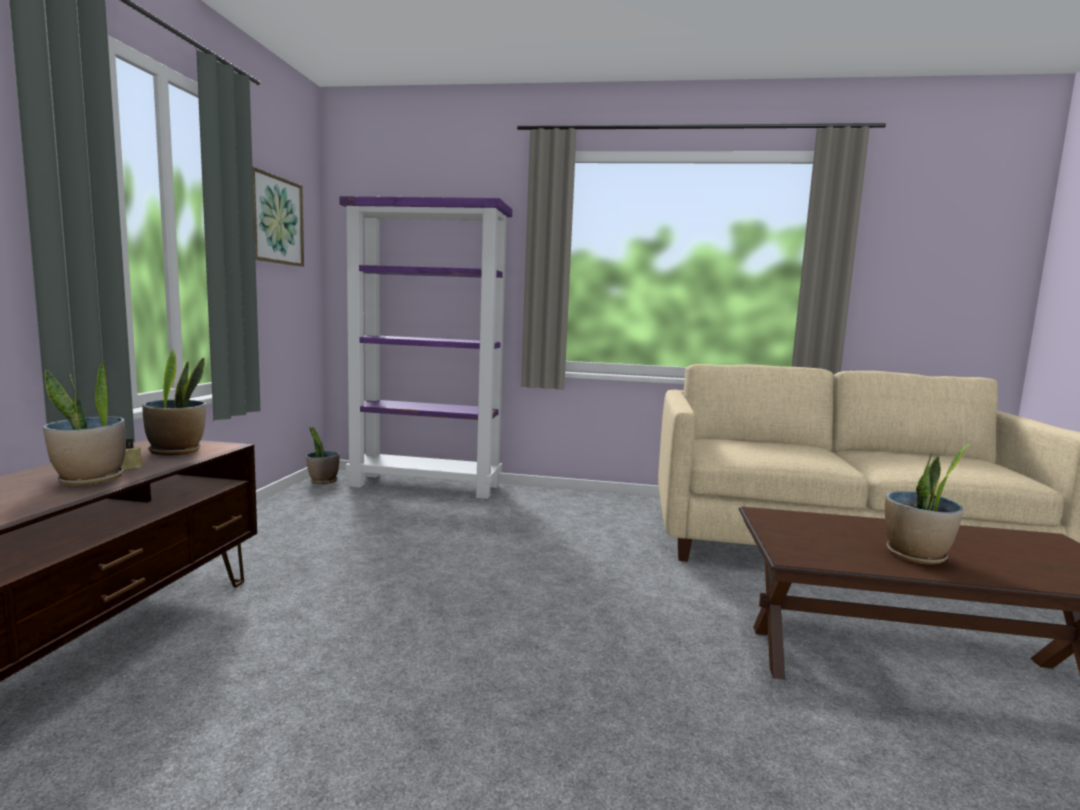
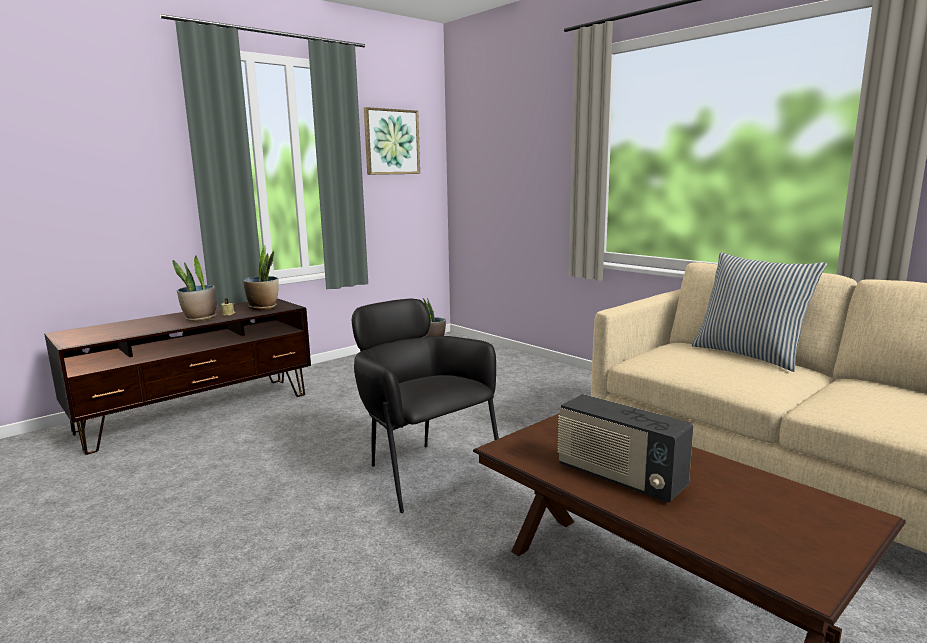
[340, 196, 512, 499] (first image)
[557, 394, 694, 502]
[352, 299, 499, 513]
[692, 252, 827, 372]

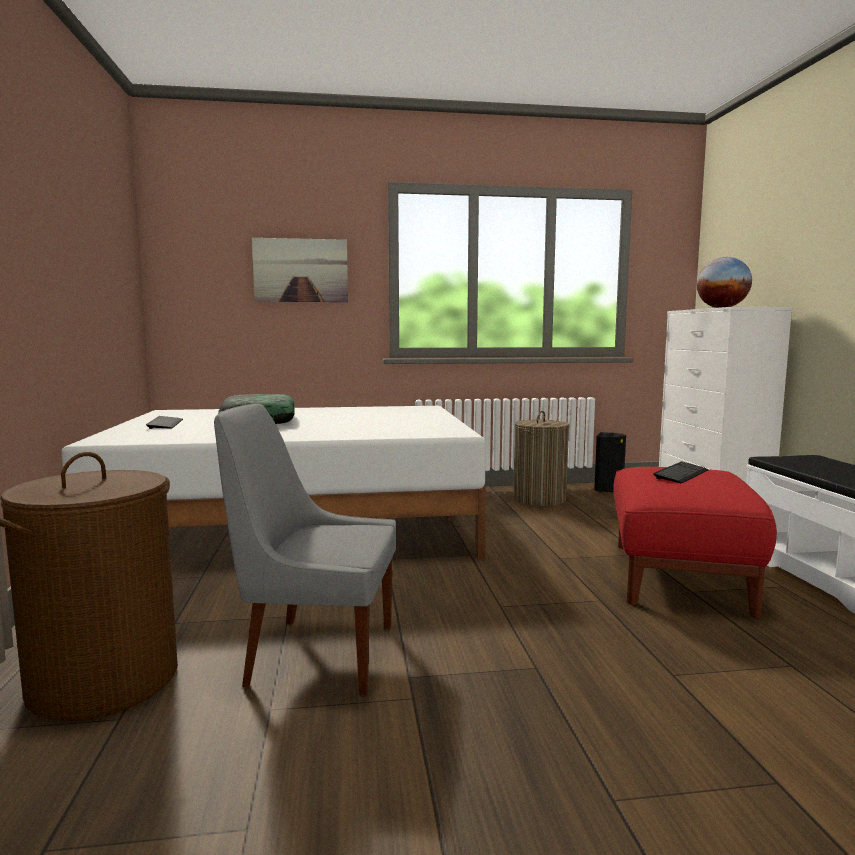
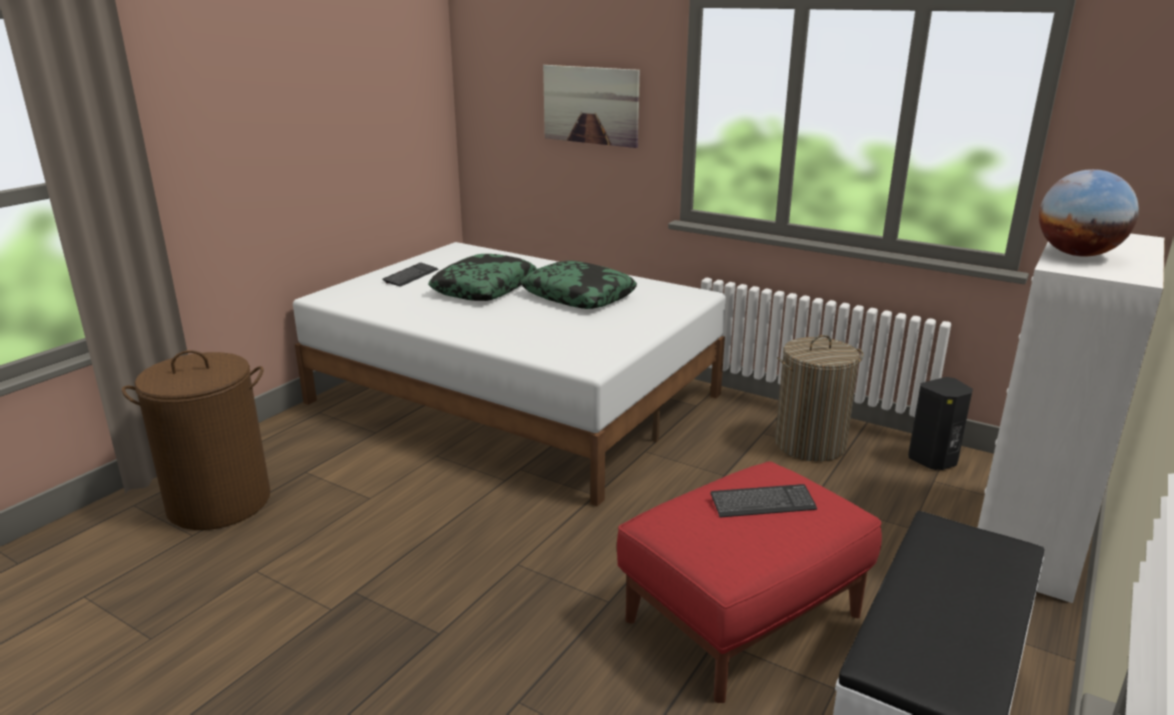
[214, 403, 396, 696] (first image)
[521, 261, 637, 309]

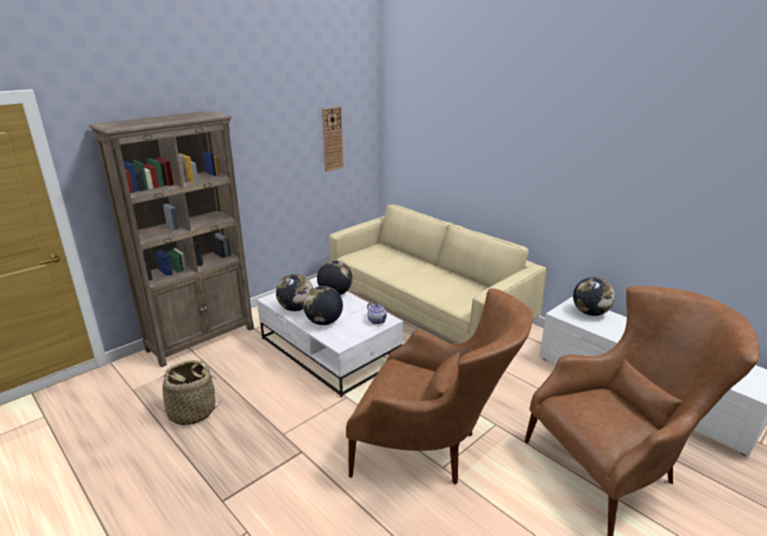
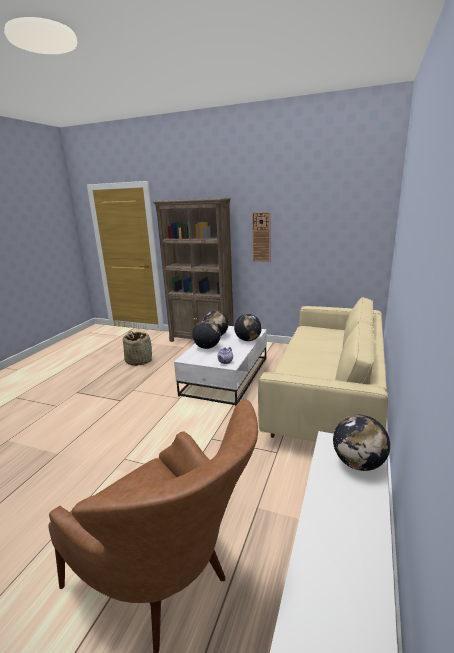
[252, 212, 270, 262]
[346, 288, 533, 485] (first image)

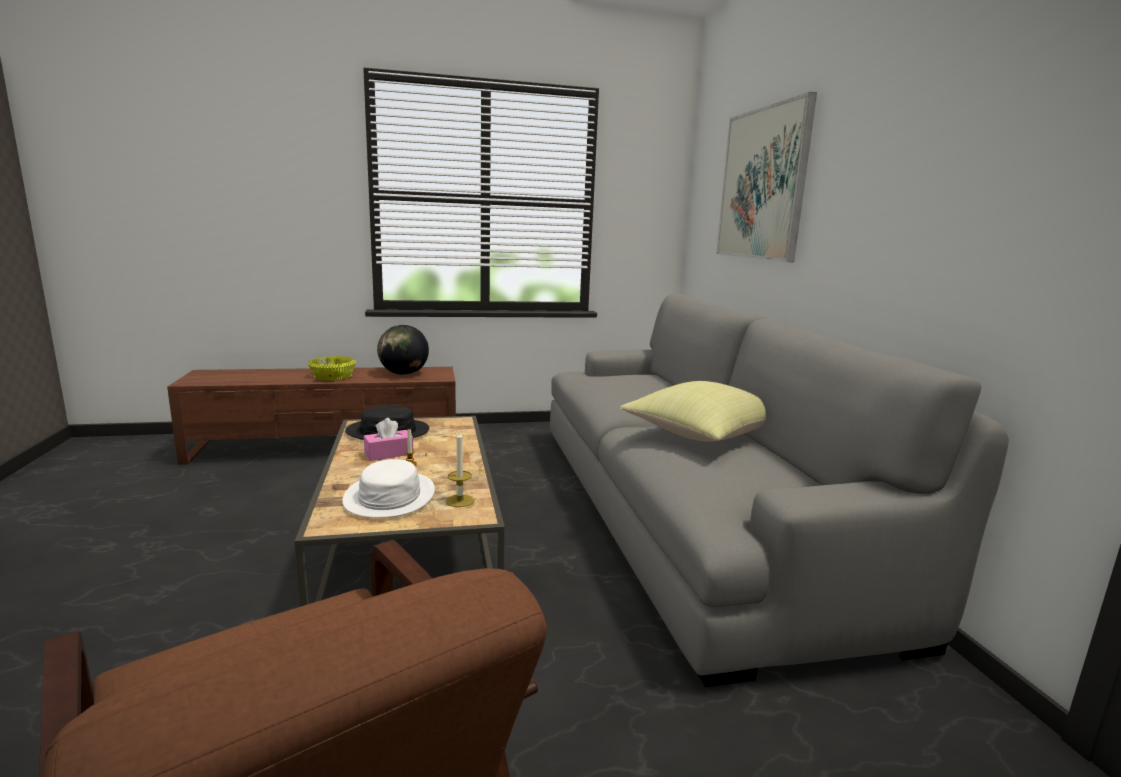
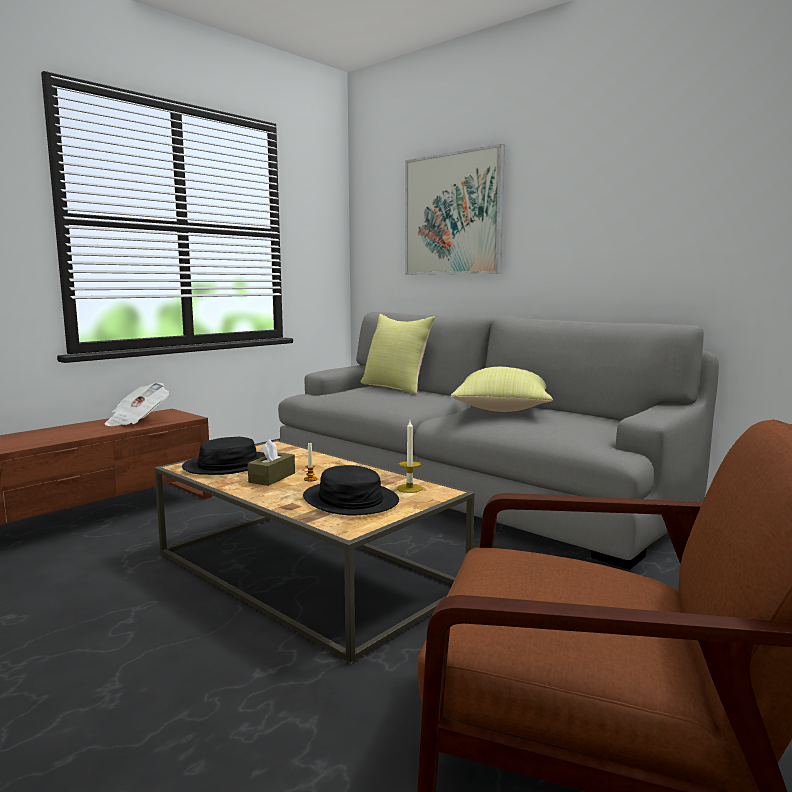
[308, 356, 356, 381] (first image)
[303, 465, 399, 516]
[248, 439, 295, 486]
[104, 383, 169, 426]
[361, 314, 435, 394]

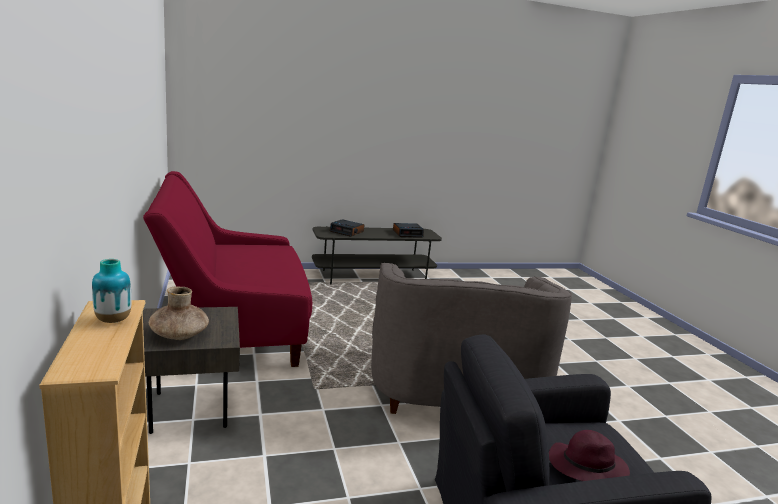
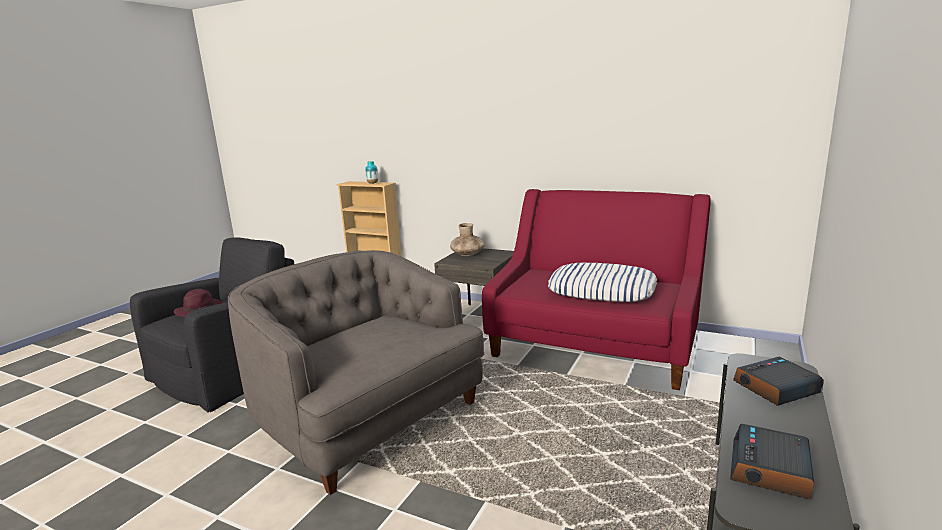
[548, 263, 657, 302]

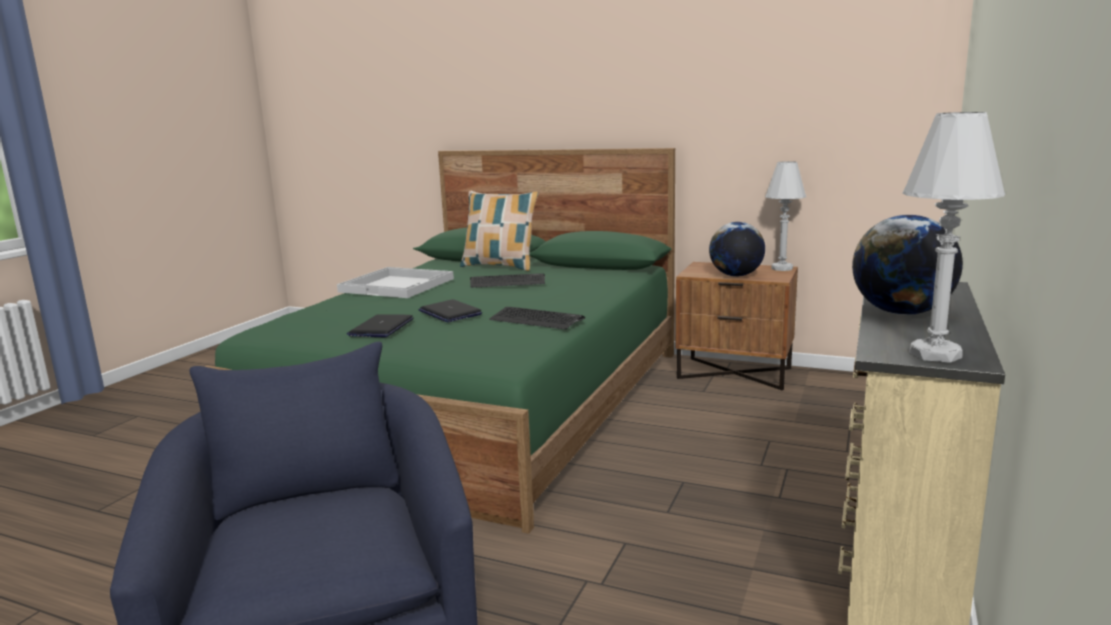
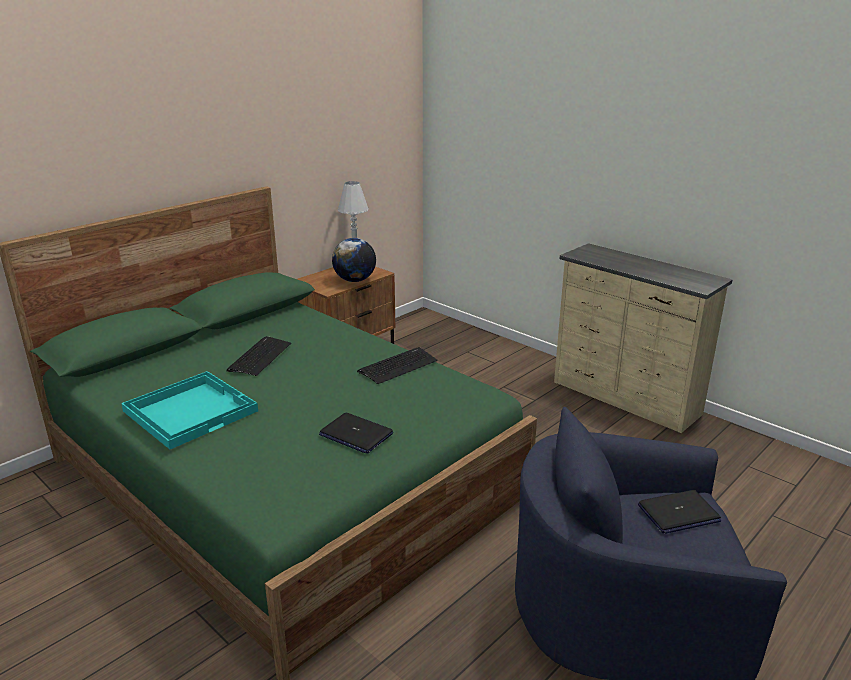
[121, 371, 258, 449]
[638, 490, 721, 534]
[460, 191, 539, 271] (first image)
[852, 215, 963, 315] (first image)
[902, 112, 1005, 363] (first image)

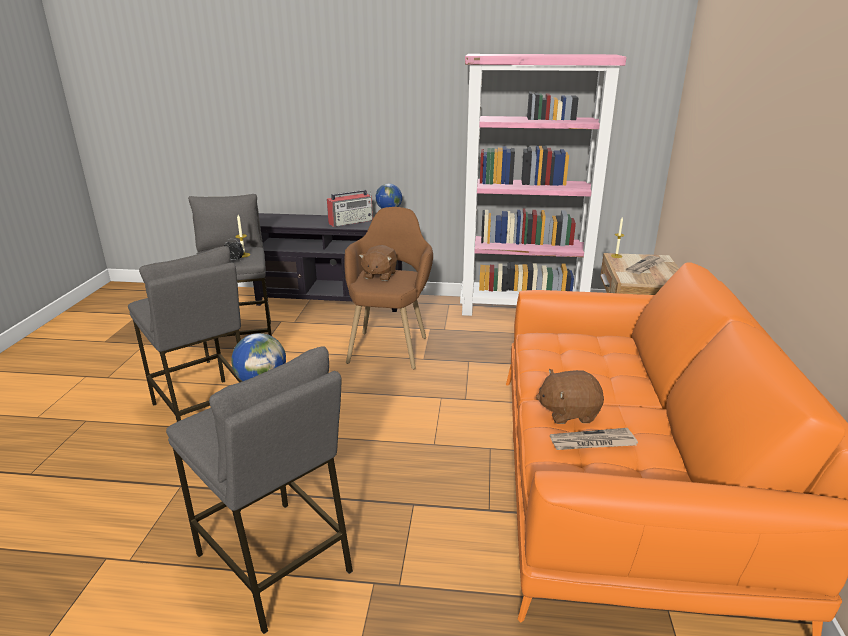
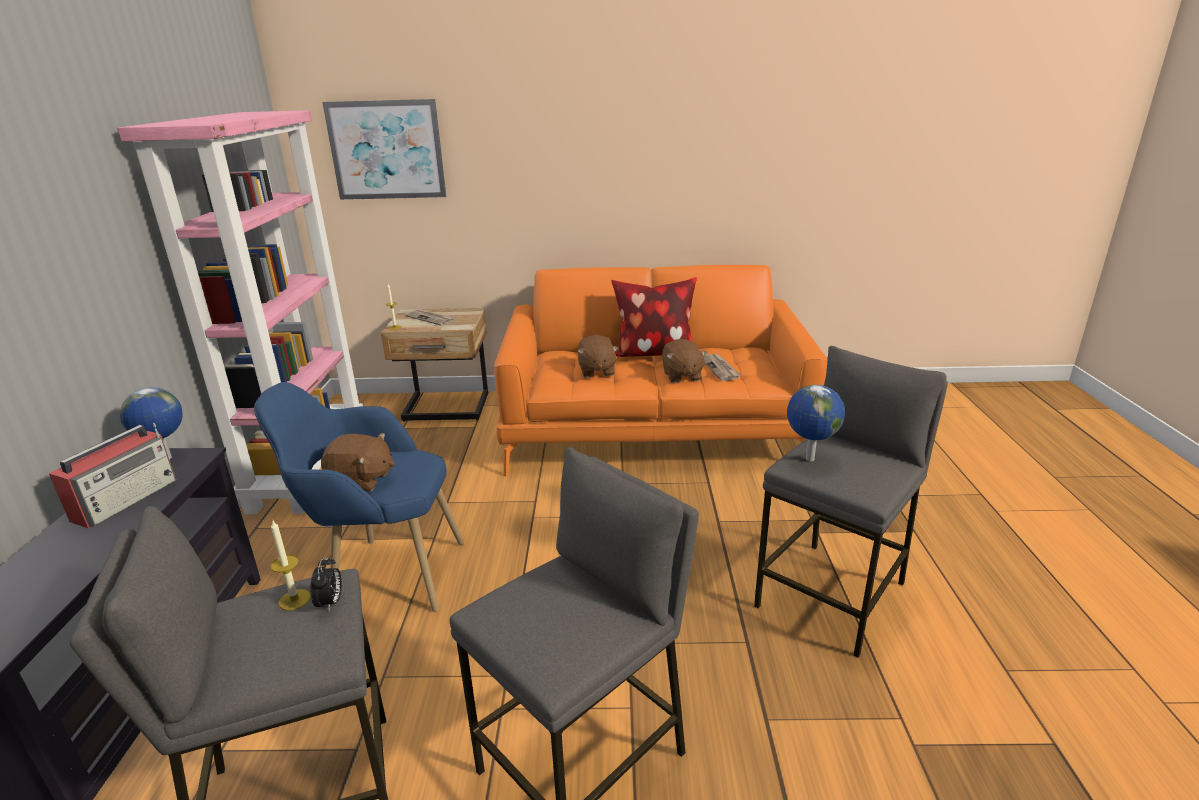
[49, 423, 176, 528]
[254, 382, 464, 612]
[322, 99, 446, 200]
[577, 335, 619, 378]
[611, 277, 697, 357]

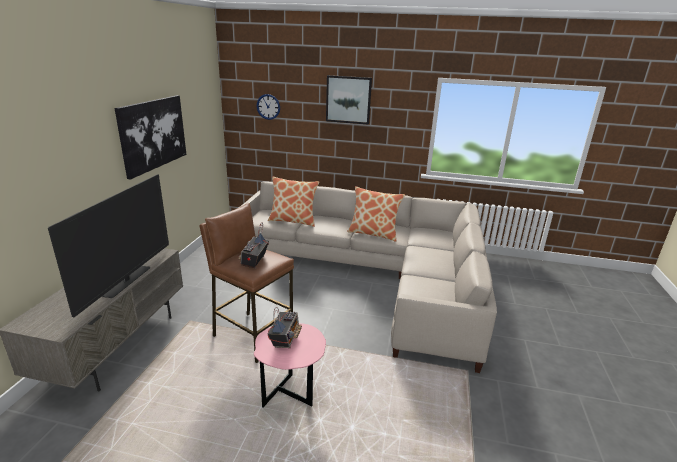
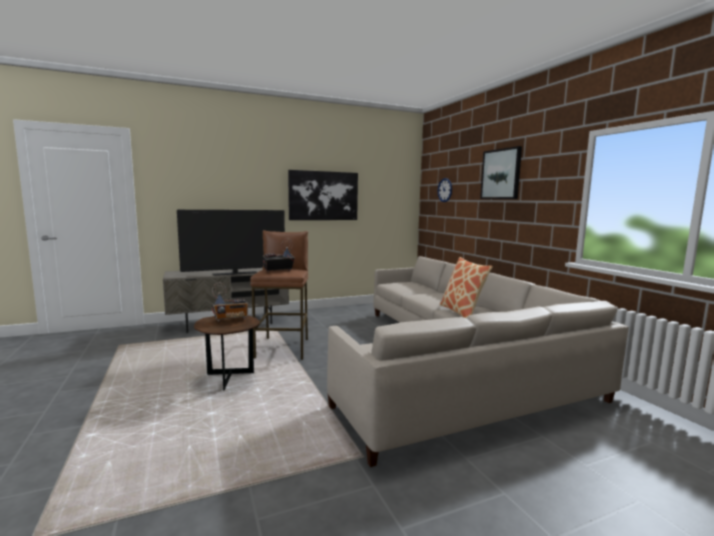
[194, 315, 259, 390]
[268, 177, 319, 227] (first image)

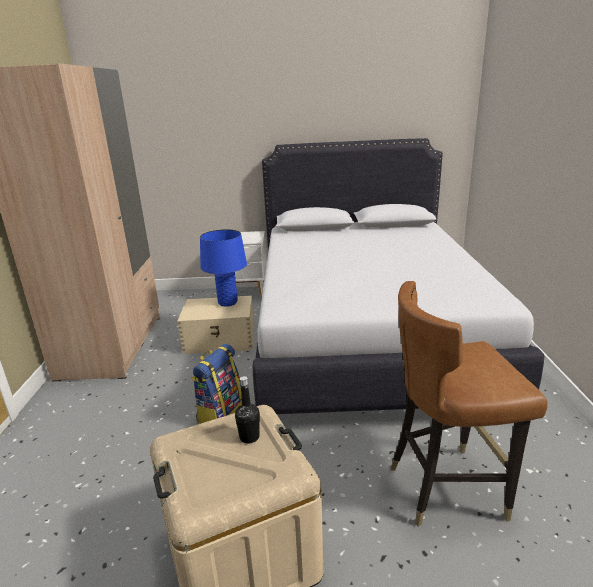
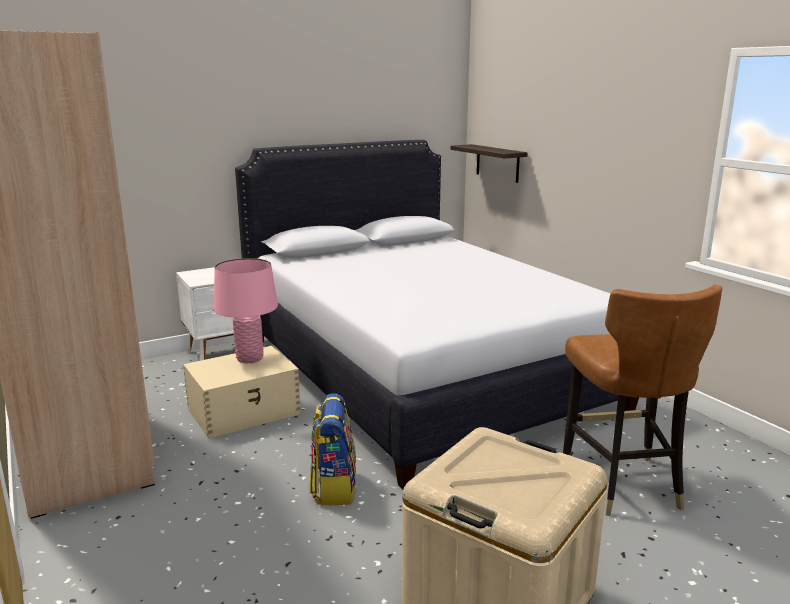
[214, 258, 278, 363]
[235, 376, 260, 443] (first image)
[563, 284, 723, 516]
[451, 144, 528, 183]

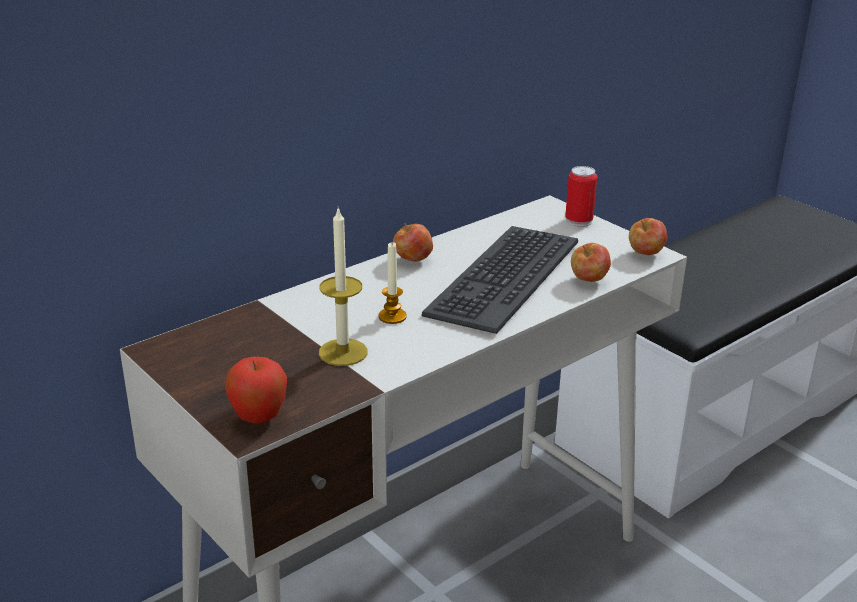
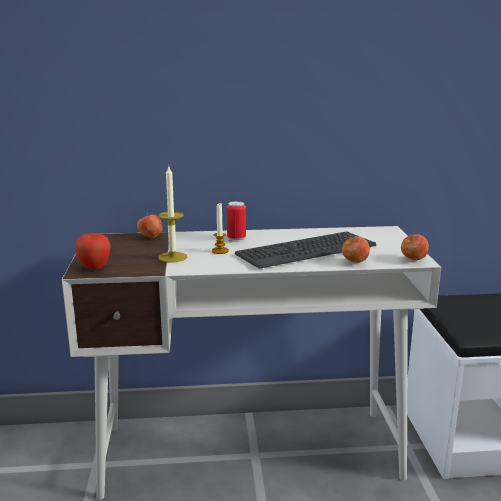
[137, 213, 163, 238]
[227, 201, 246, 242]

